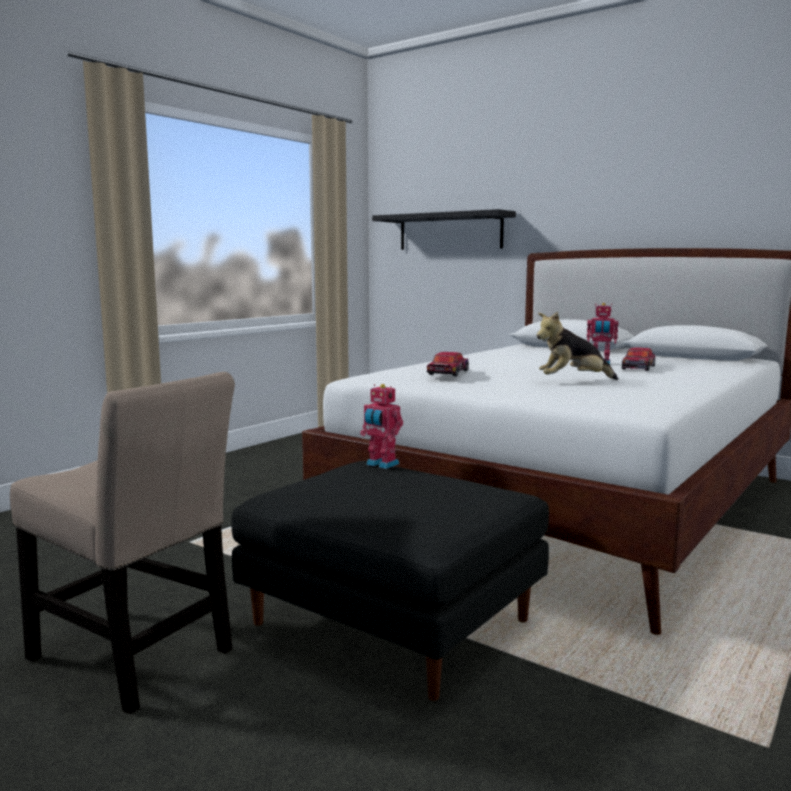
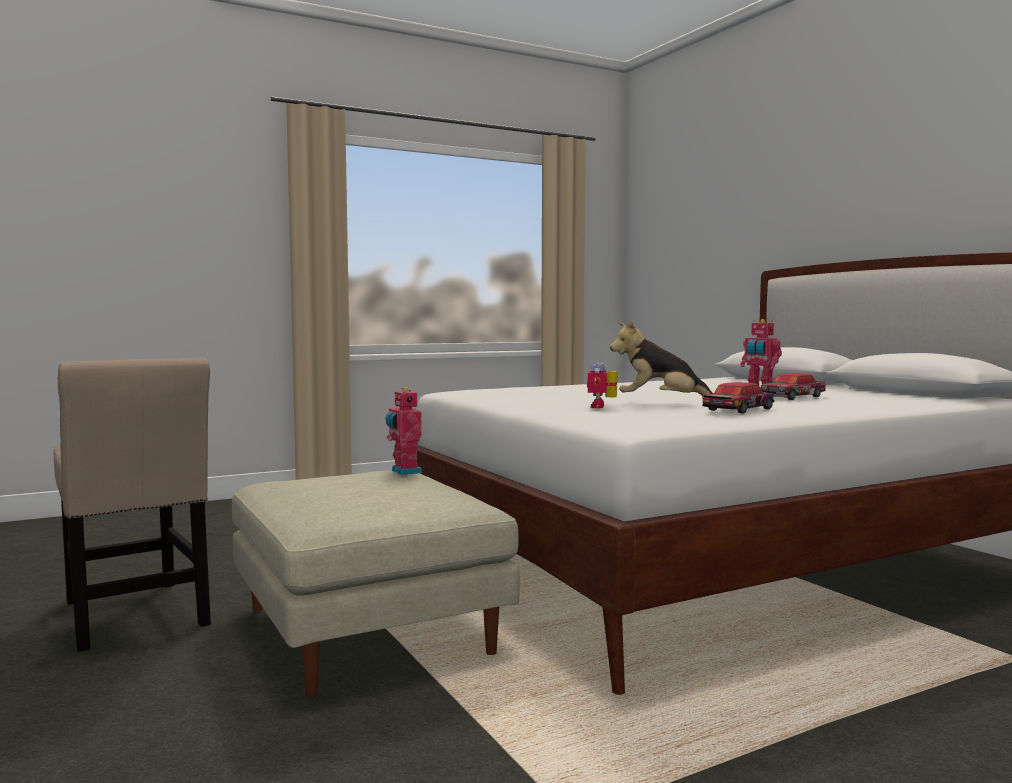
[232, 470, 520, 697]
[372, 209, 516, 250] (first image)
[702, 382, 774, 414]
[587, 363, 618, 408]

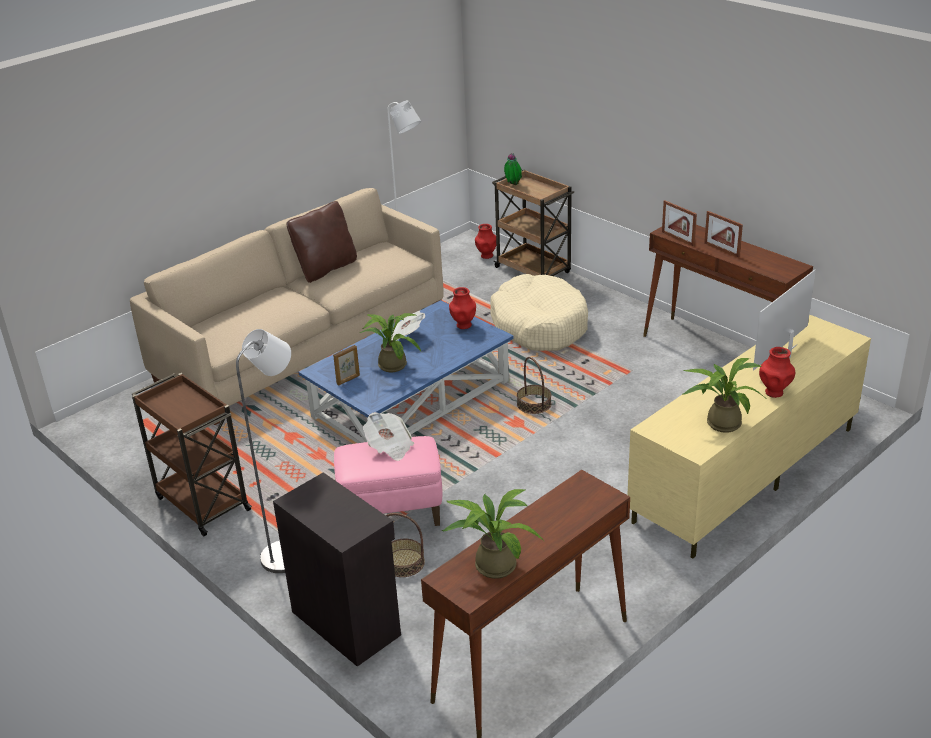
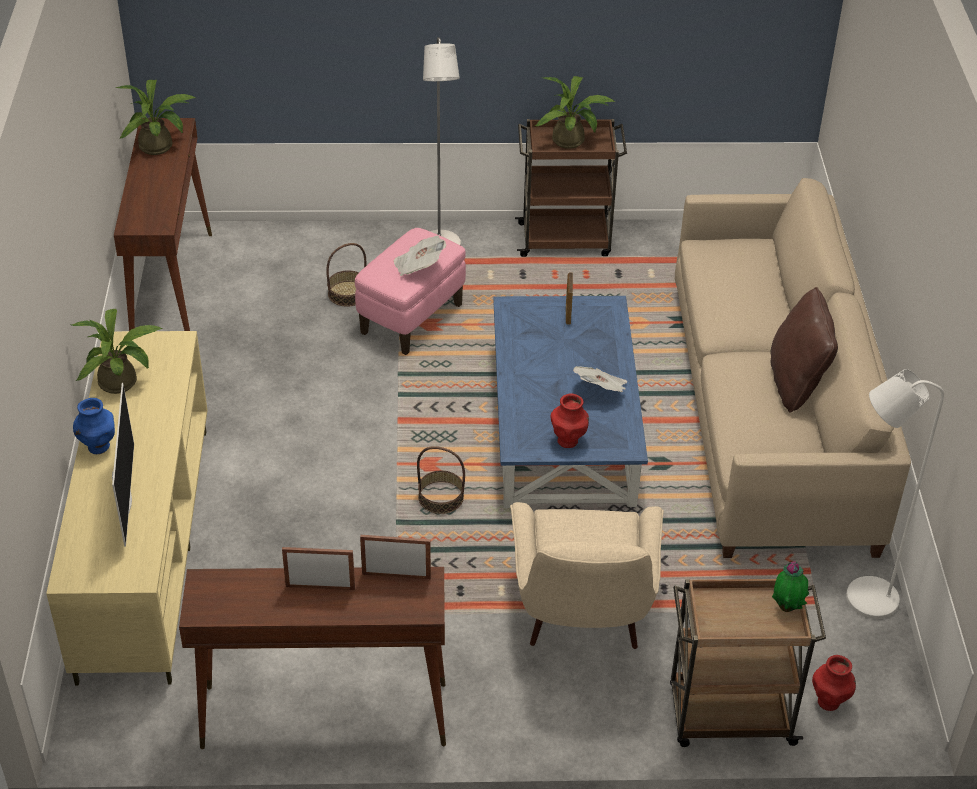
[273, 472, 401, 667] (first image)
[535, 76, 615, 149]
[510, 502, 664, 649]
[73, 398, 115, 454]

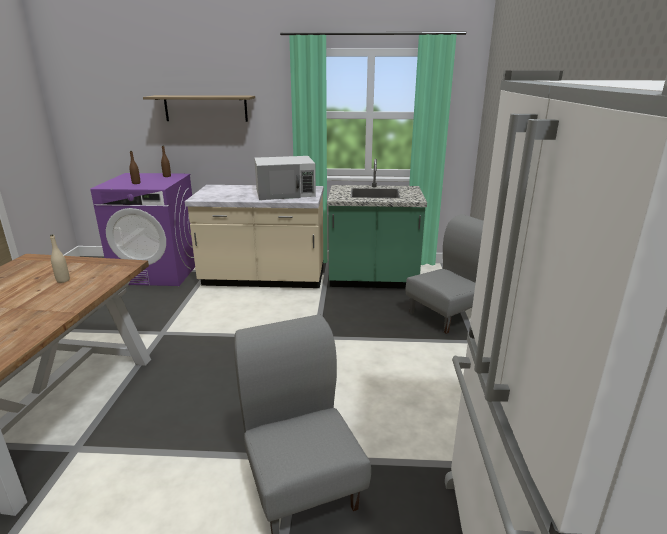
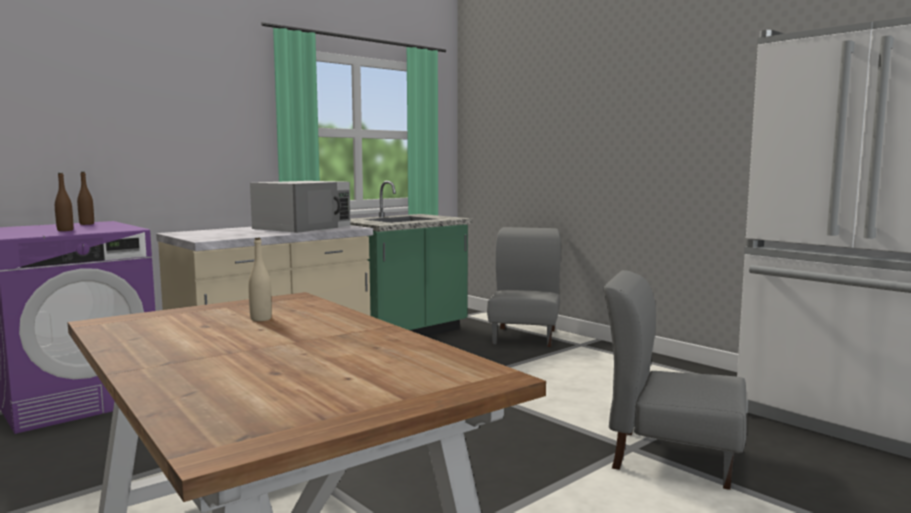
[143, 95, 255, 122] (first image)

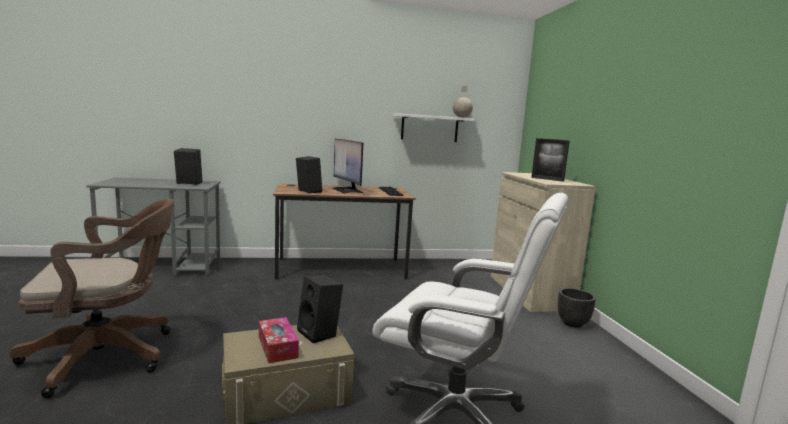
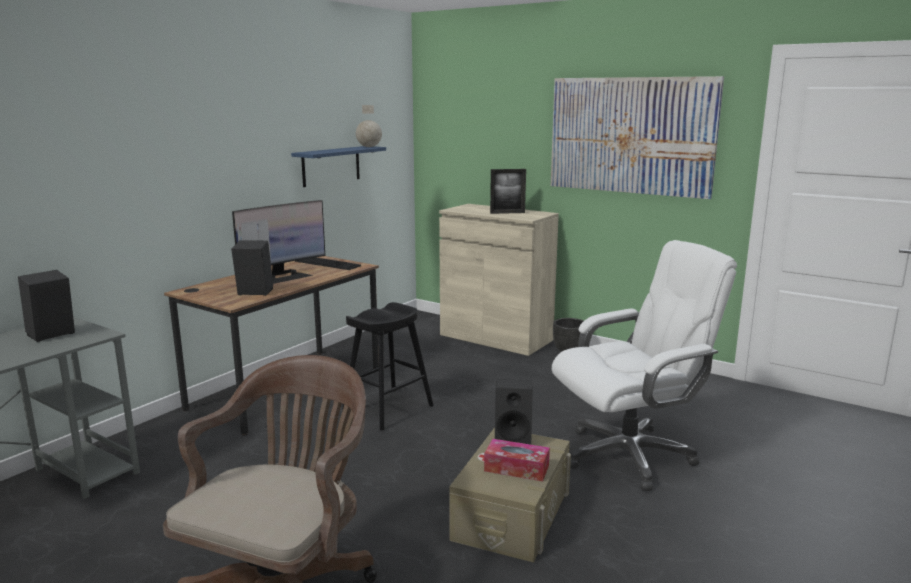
[232, 200, 325, 284]
[291, 146, 386, 187]
[342, 302, 434, 431]
[551, 76, 724, 199]

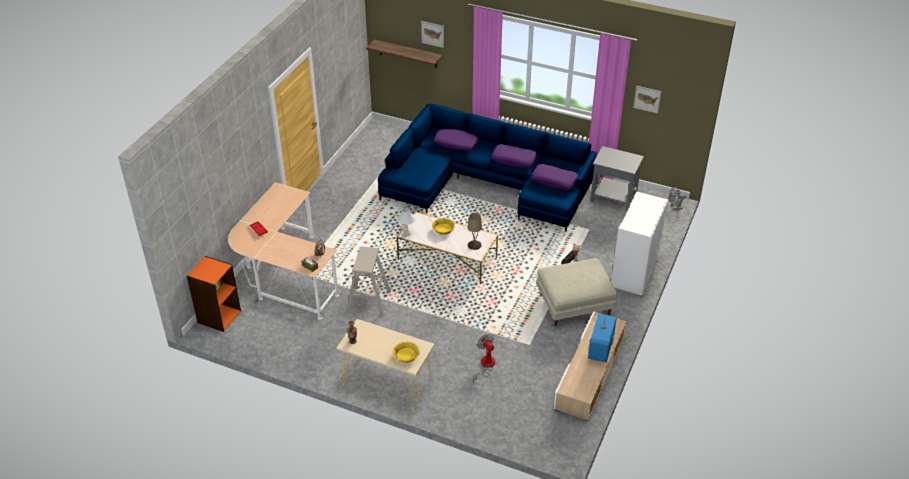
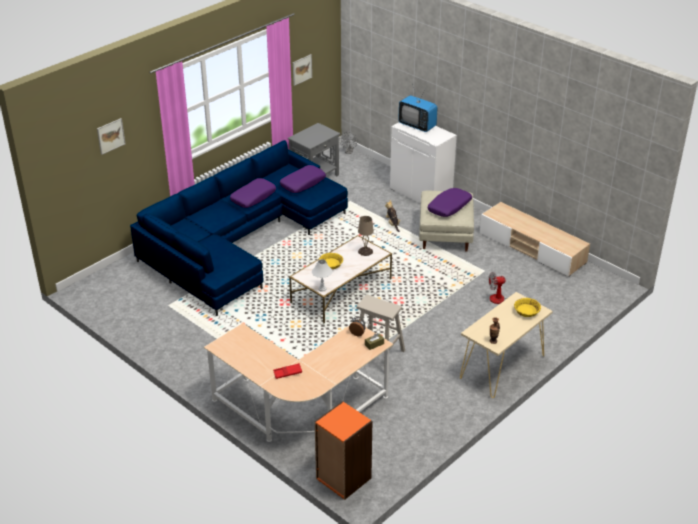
[366, 39, 442, 68] (first image)
[428, 188, 472, 217]
[398, 84, 438, 132]

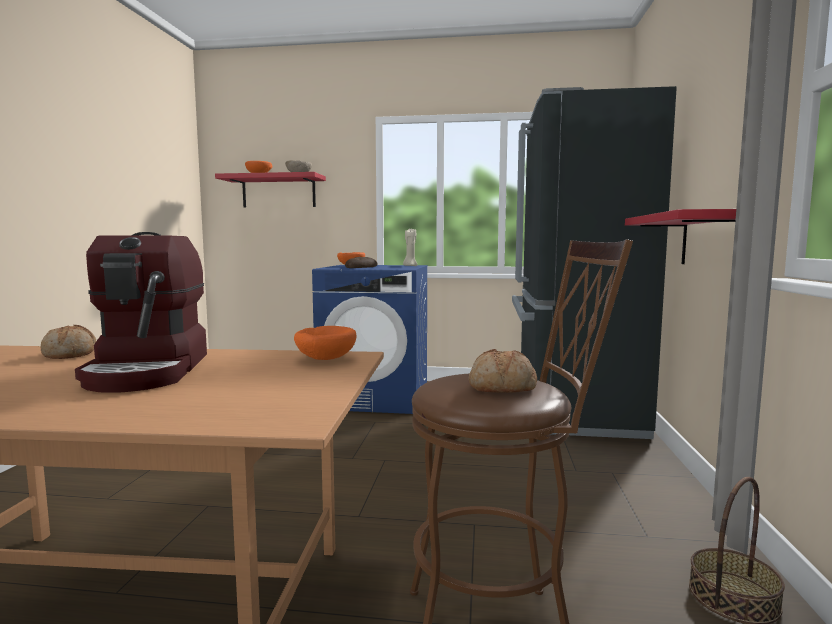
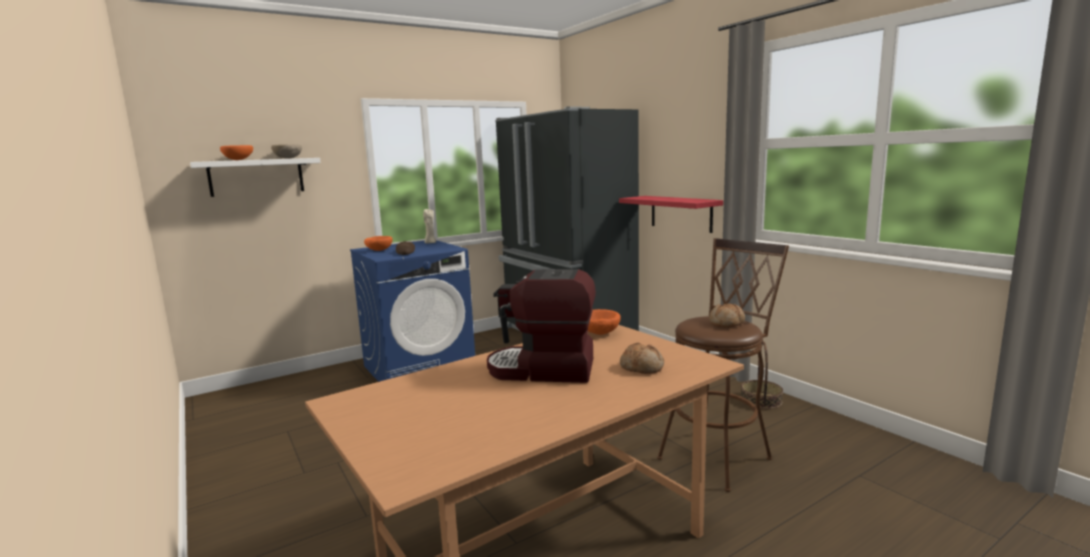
[620, 342, 664, 374]
[487, 269, 596, 383]
[190, 158, 321, 197]

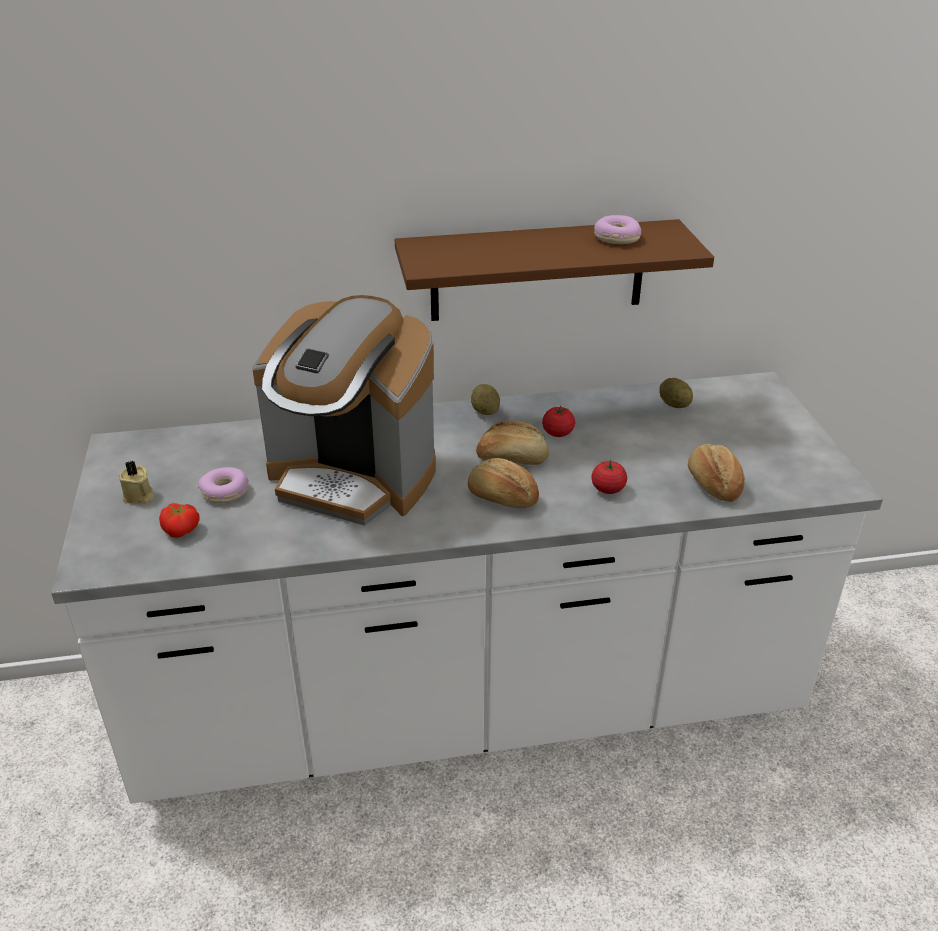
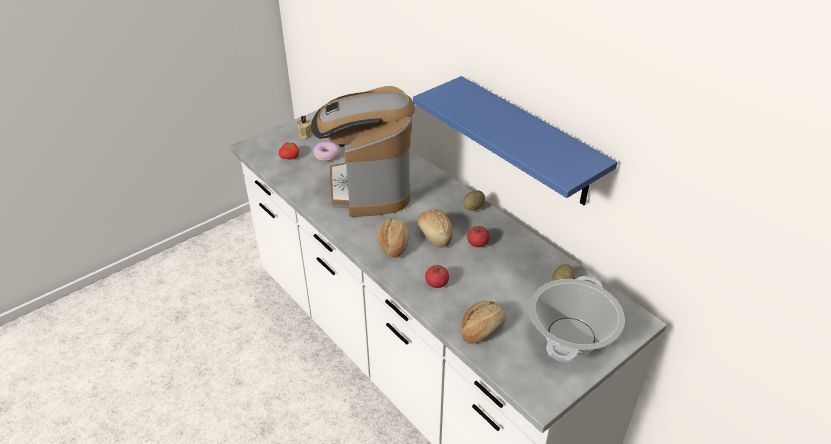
[413, 76, 618, 205]
[594, 215, 641, 244] (first image)
[529, 276, 625, 362]

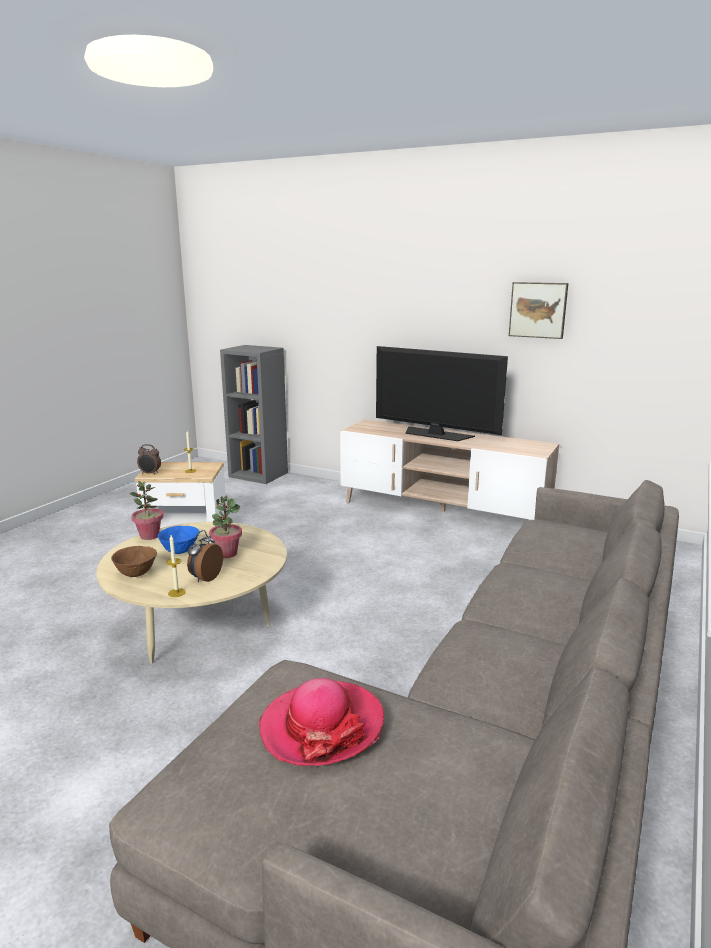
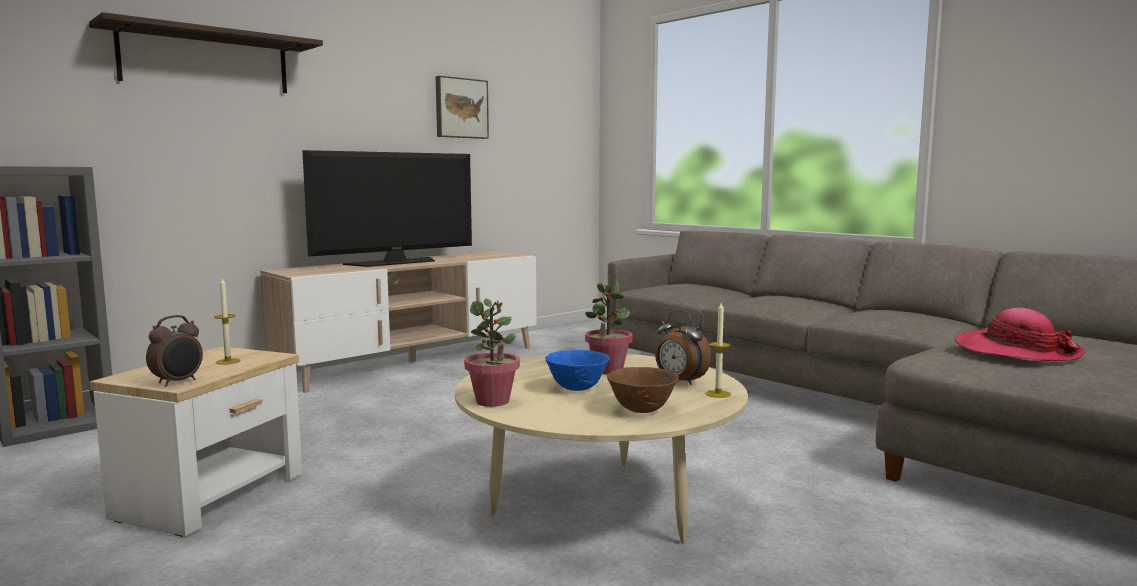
[89, 12, 323, 93]

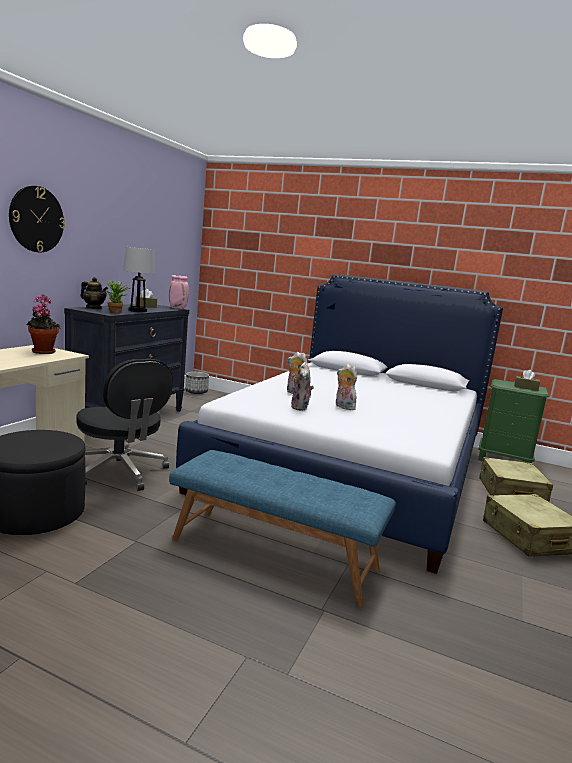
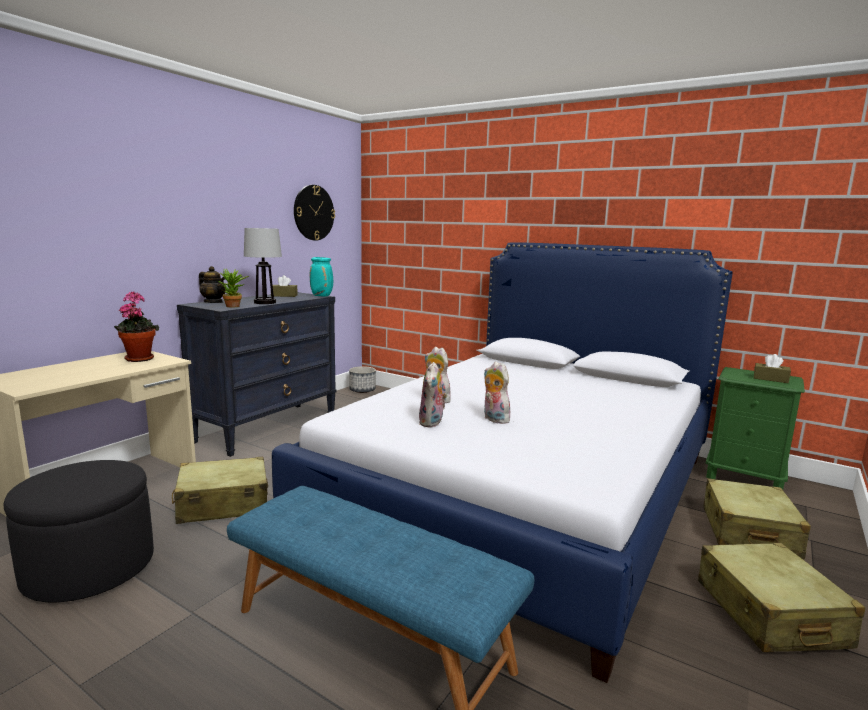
[294, 185, 335, 240]
[172, 457, 268, 524]
[310, 257, 333, 296]

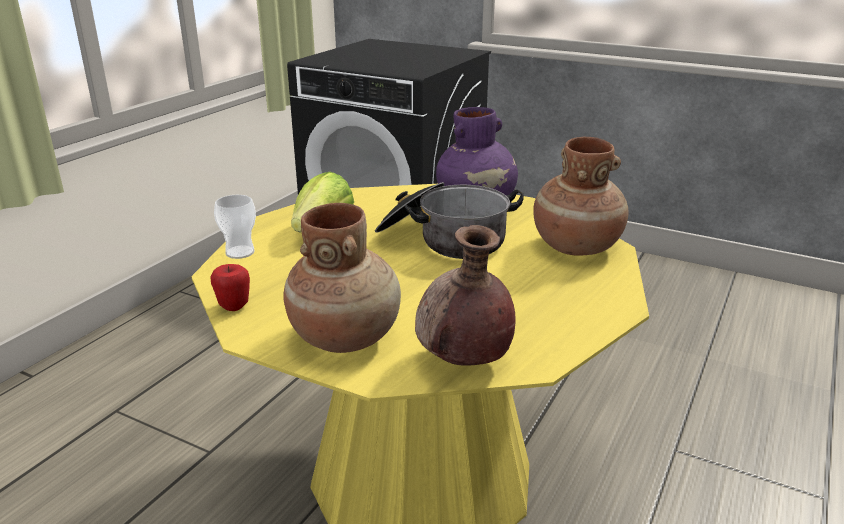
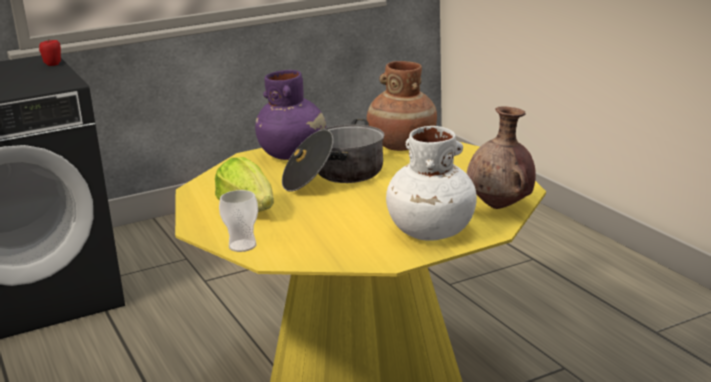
[39, 40, 61, 66]
[386, 126, 477, 241]

